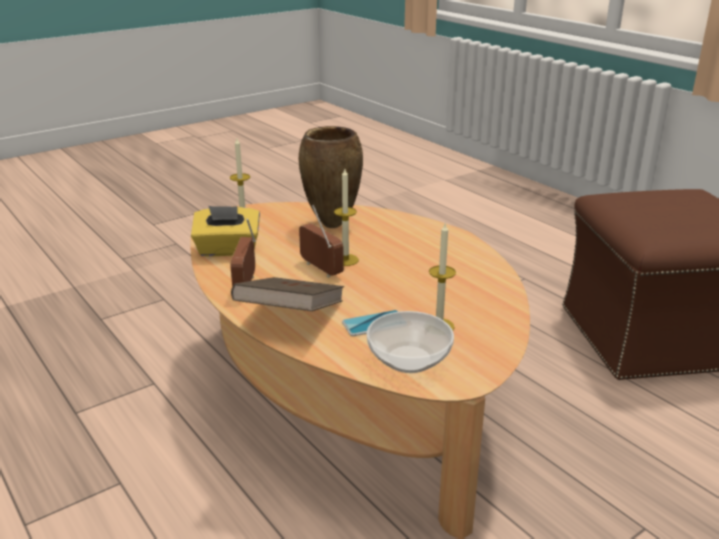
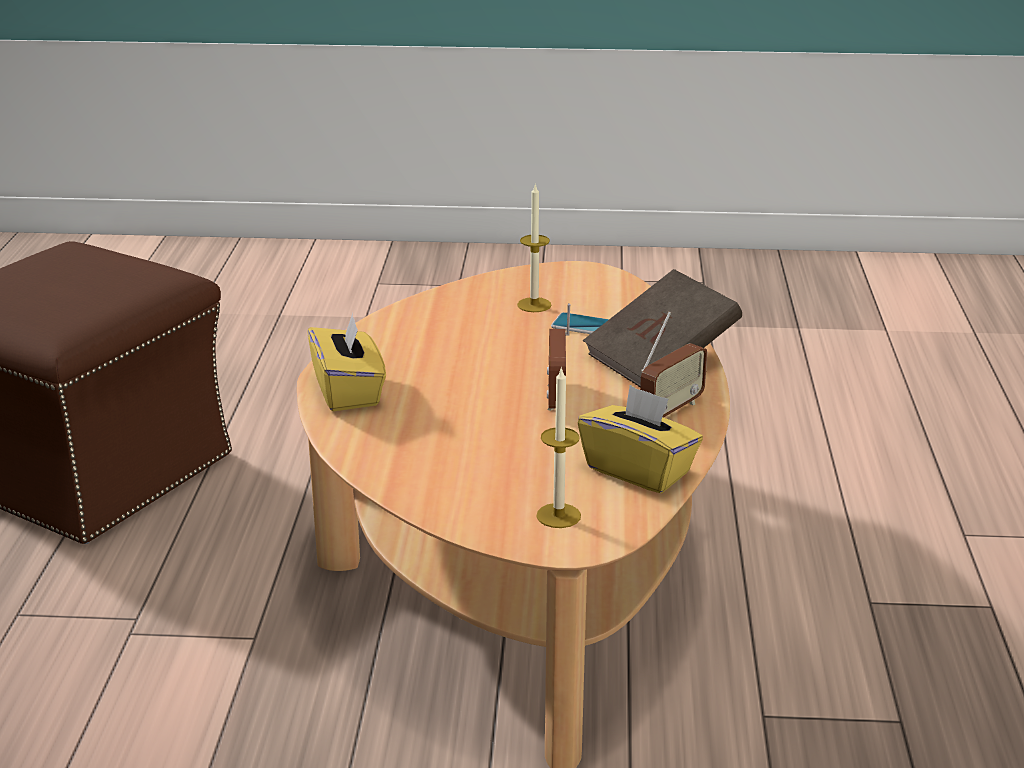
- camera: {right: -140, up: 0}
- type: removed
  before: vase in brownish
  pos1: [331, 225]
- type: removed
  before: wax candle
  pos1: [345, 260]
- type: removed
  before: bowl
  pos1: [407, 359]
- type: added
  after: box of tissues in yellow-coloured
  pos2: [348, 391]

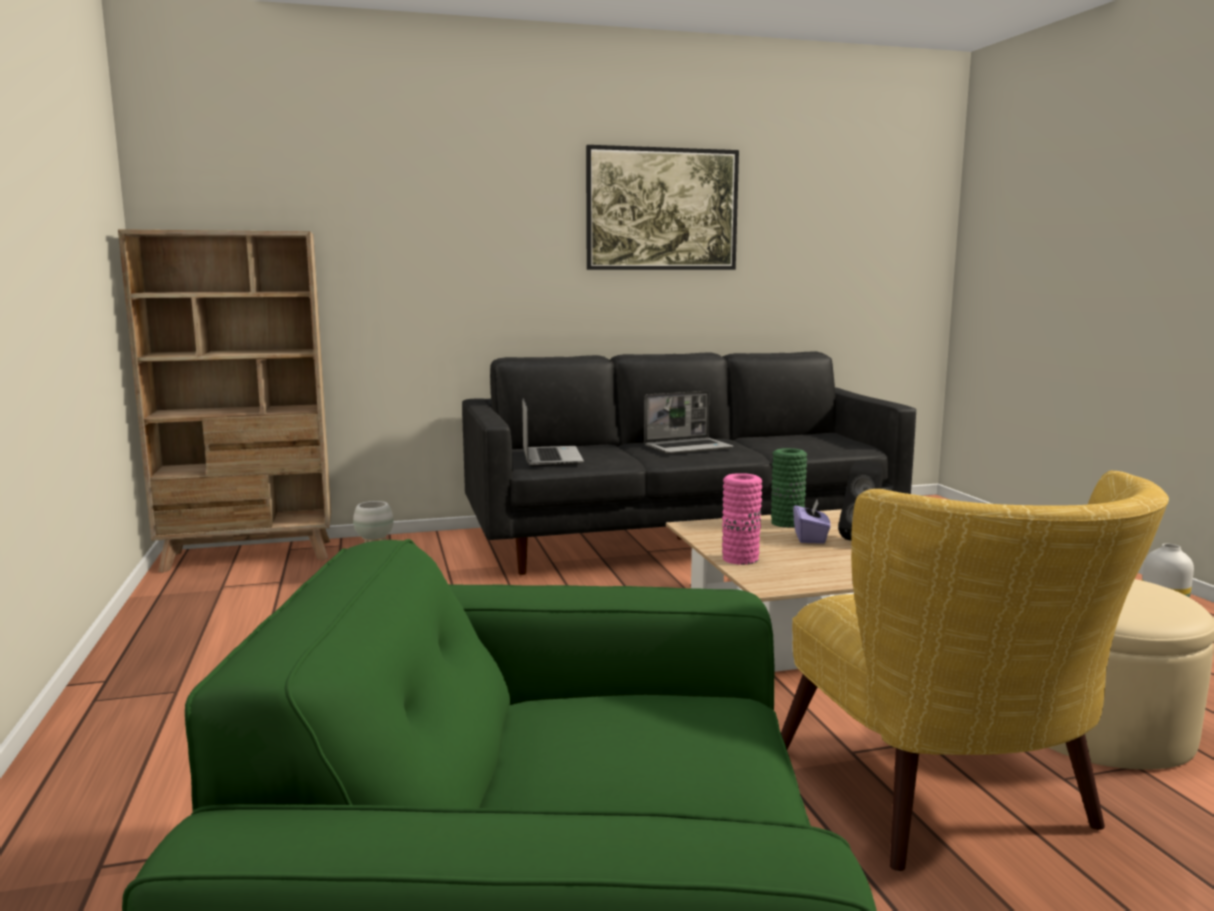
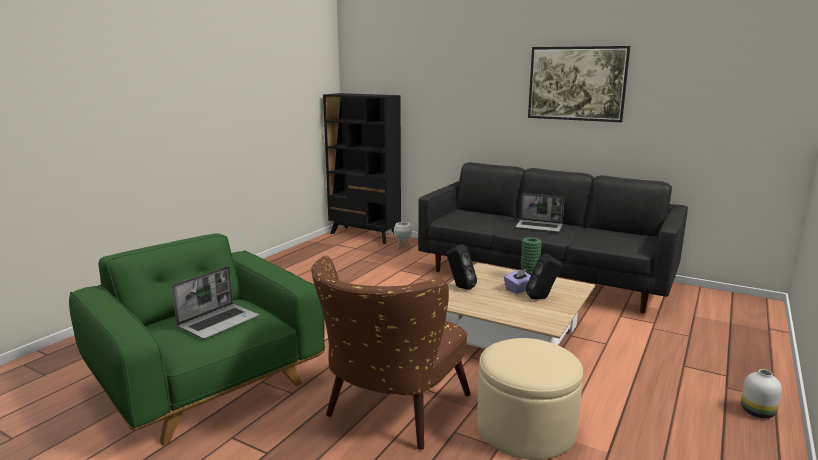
- camera: {right: 45, up: 5}
- type: moved
  before: laptop
  pos1: [550, 458]
  pos2: [219, 322]
- type: replaced
  before: vase in pinkish
  after: audio speaker in black
  pos1: [740, 559]
  pos2: [460, 287]
- type: recoloured
  before: shelving unit in sand-coloured
  after: shelving unit in black
  pos1: [249, 556]
  pos2: [364, 235]
- type: recoloured
  before: armchair in yellow-coloured
  after: armchair in brownish
  pos1: [949, 806]
  pos2: [390, 413]

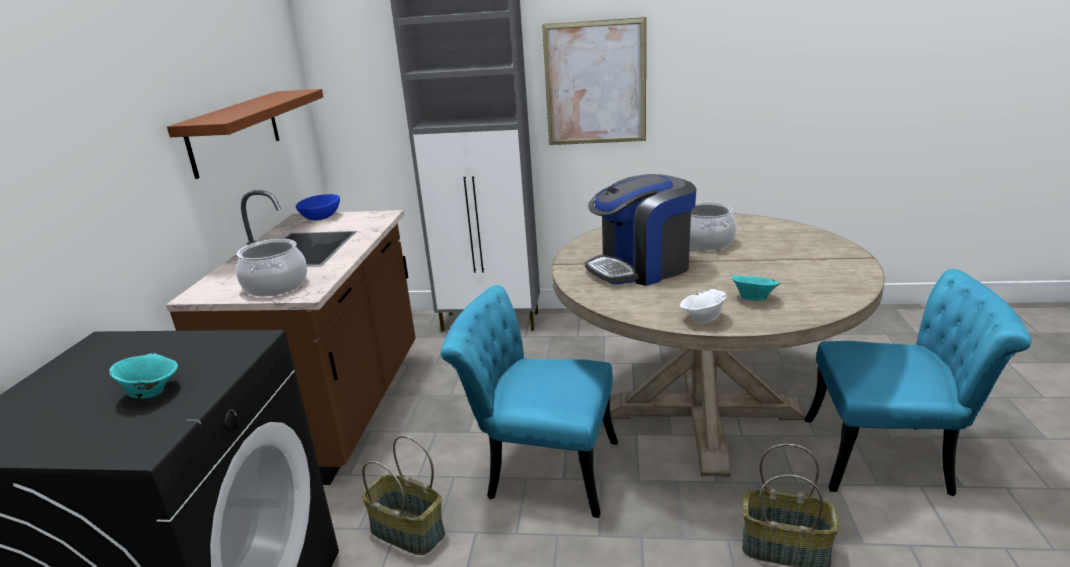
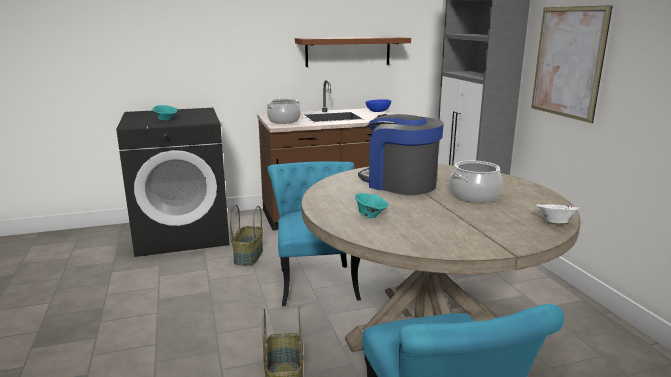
- camera: {right: 65, up: -5}
- type: moved
  before: bowl in whitish
  pos1: [702, 319]
  pos2: [554, 223]

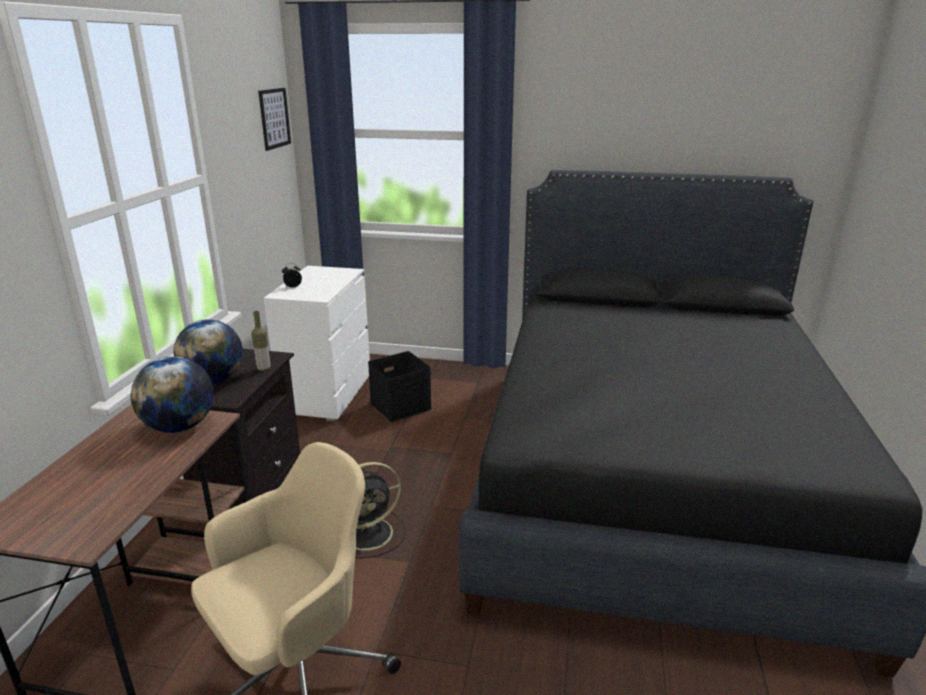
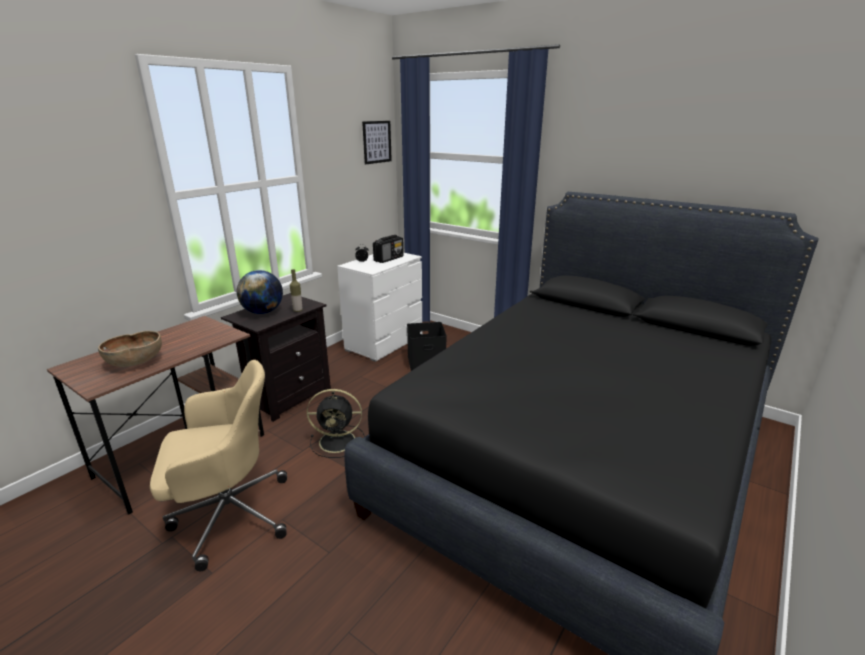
- camera: {right: 25, up: 0}
- type: removed
  before: desk globe
  pos1: [180, 427]
- type: added
  after: bowl in brownish
  pos2: [136, 363]
- type: added
  after: radio
  pos2: [389, 259]

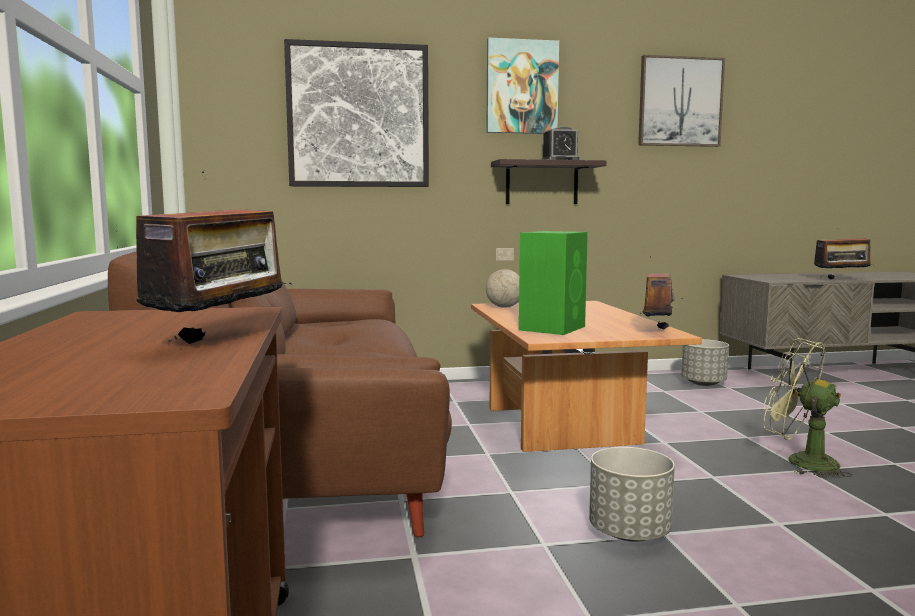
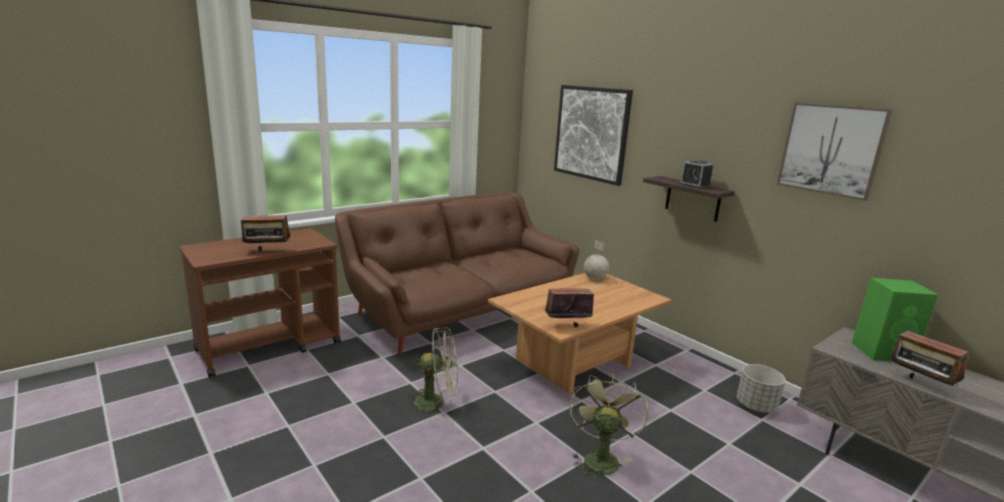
- camera: {right: 60, up: 10}
- type: removed
  before: wall picture
  pos1: [521, 87]
- type: moved
  before: audio speaker in green
  pos1: [553, 328]
  pos2: [883, 352]
- type: replaced
  before: flower pot in greyish
  after: electric fan in green
  pos1: [628, 533]
  pos2: [436, 402]

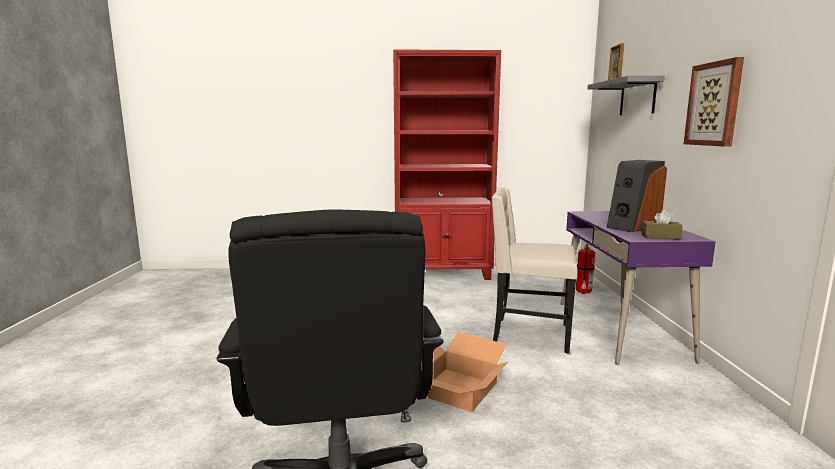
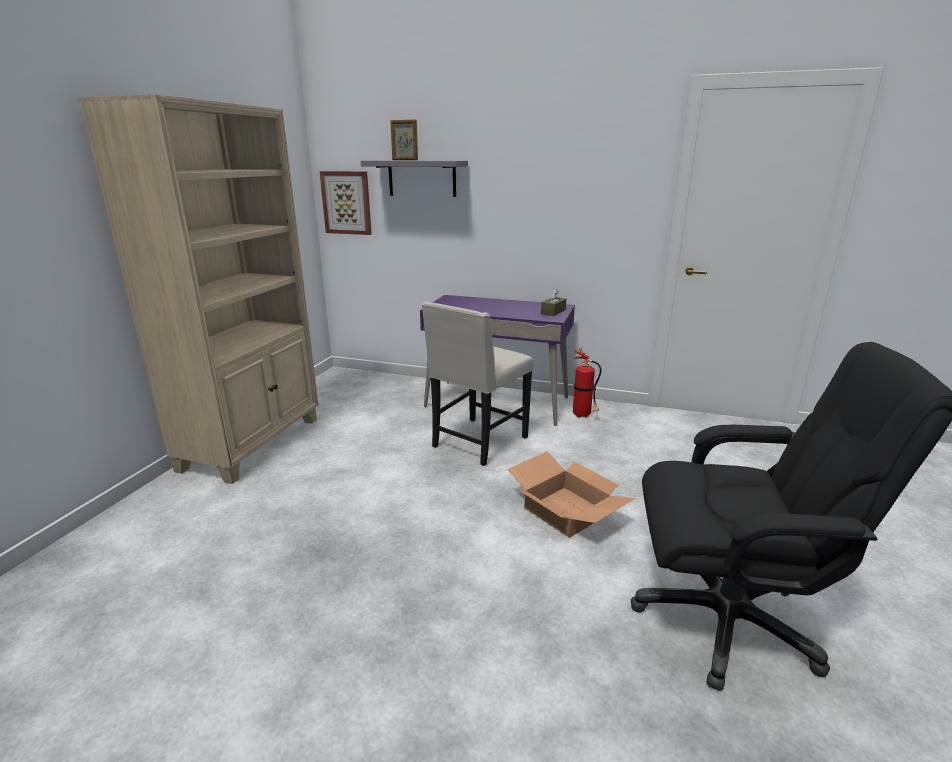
- camera: {right: -70, up: 10}
- type: removed
  before: audio speaker
  pos1: [632, 226]
- type: moved
  before: fire-fighting cylinder
  pos1: [583, 293]
  pos2: [583, 416]
- type: moved
  before: wall picture
  pos1: [714, 104]
  pos2: [347, 203]
- type: recoloured
  before: shelving unit in red
  after: shelving unit in sand-coloured
  pos1: [443, 274]
  pos2: [253, 443]

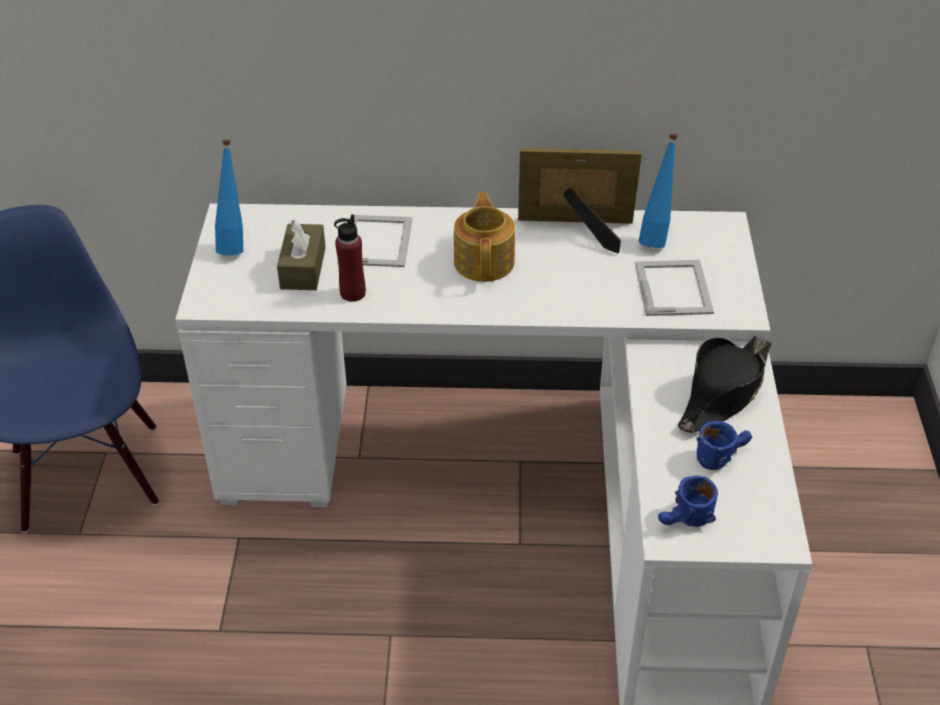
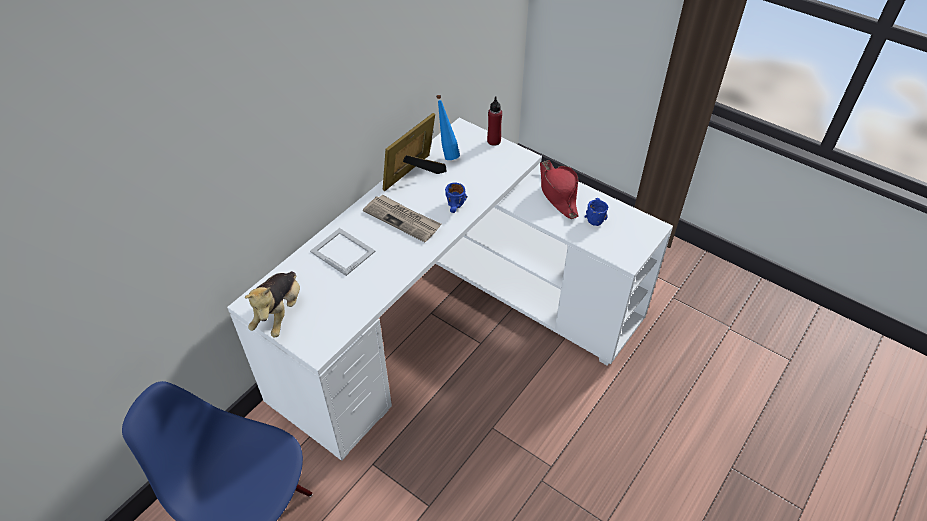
- camera: {right: -55, up: 5}
- type: removed
  before: box of tissues in brownish
  pos1: [303, 268]
- type: removed
  before: standing frame
  pos1: [674, 287]
- type: moved
  before: bottle in red
  pos1: [352, 293]
  pos2: [494, 141]
- type: moved
  before: coffee mug in blue-coloured
  pos1: [685, 522]
  pos2: [455, 207]
- type: replaced
  before: bottle in blue-coloured
  after: plush toy
  pos1: [234, 245]
  pos2: [279, 313]
- type: replaced
  before: pot for tea
  after: printed paper
  pos1: [485, 261]
  pos2: [403, 219]
- type: recoloured
  before: wearable hat in black
  after: wearable hat in red
  pos1: [723, 392]
  pos2: [558, 193]

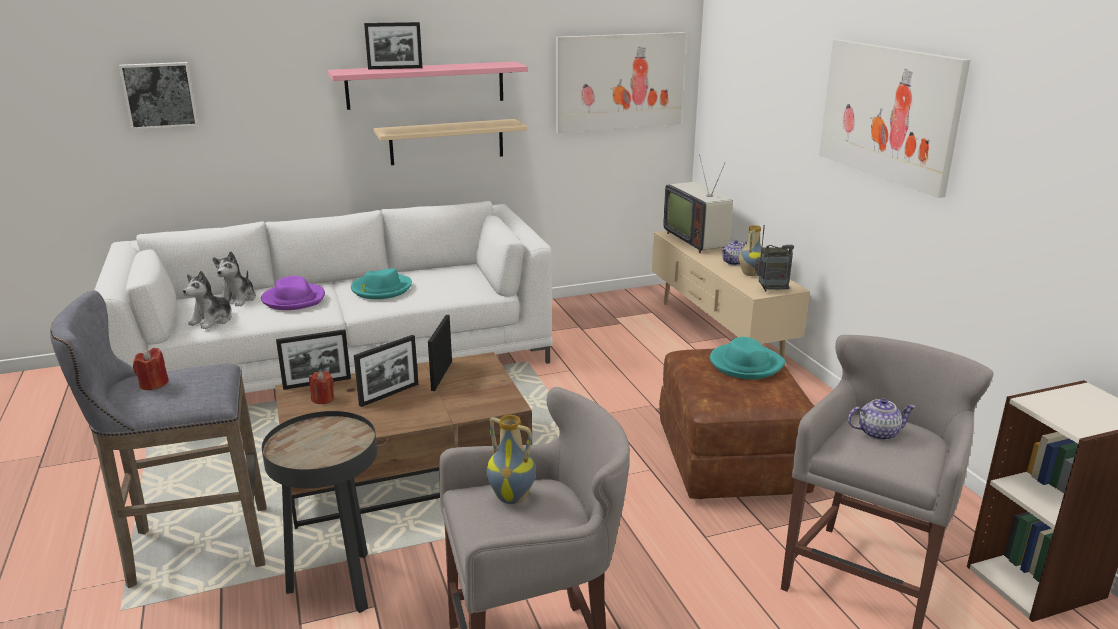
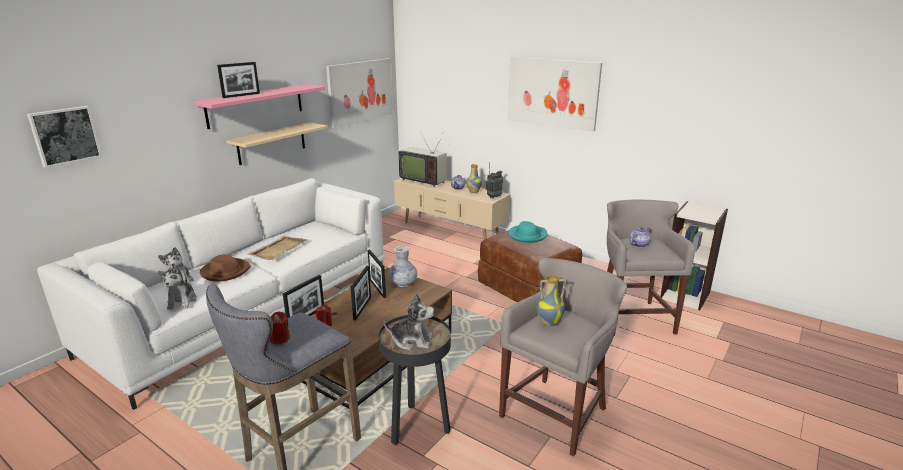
- camera: {right: -35, up: 0}
- type: added
  after: plush toy
  pos2: [412, 340]
- type: added
  after: vase
  pos2: [403, 283]
- type: replaced
  before: wearable hat in turquoise
  after: serving tray in sand-coloured
  pos1: [381, 289]
  pos2: [278, 250]
- type: recoloured
  before: wearable hat in purple
  after: wearable hat in brownish
  pos1: [294, 299]
  pos2: [225, 271]

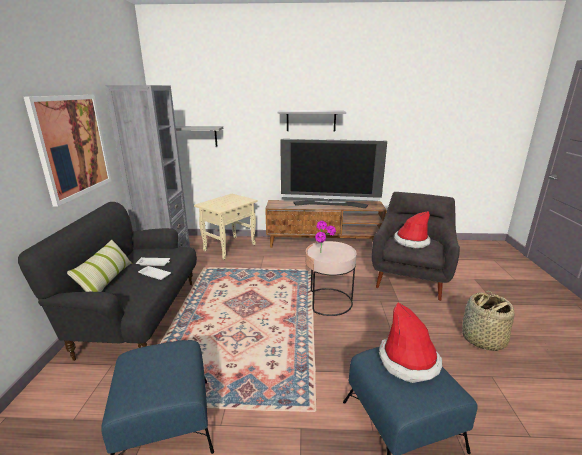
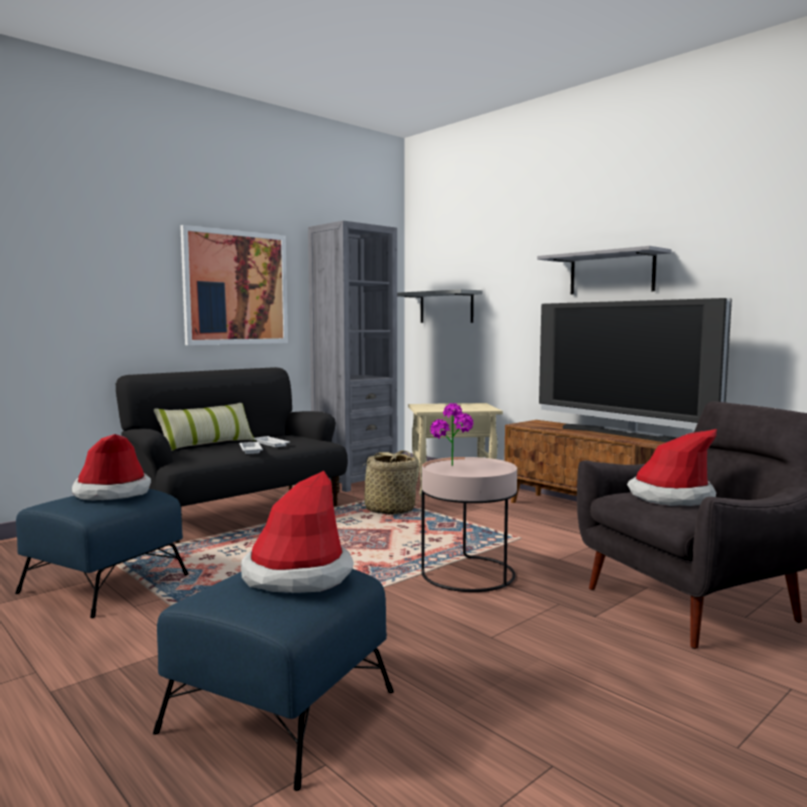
- camera: {right: 45, up: -15}
- type: added
  after: wearable hat
  pos2: [112, 493]
- type: moved
  before: storage basket
  pos1: [482, 339]
  pos2: [389, 510]

